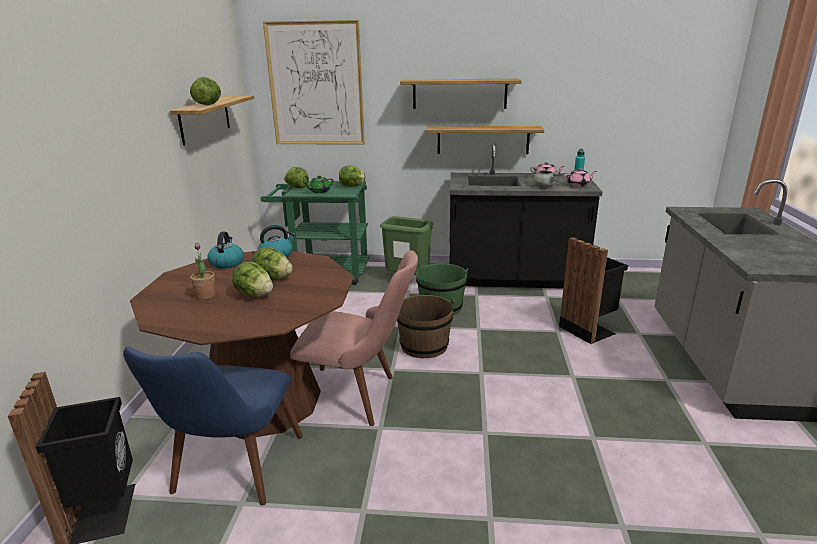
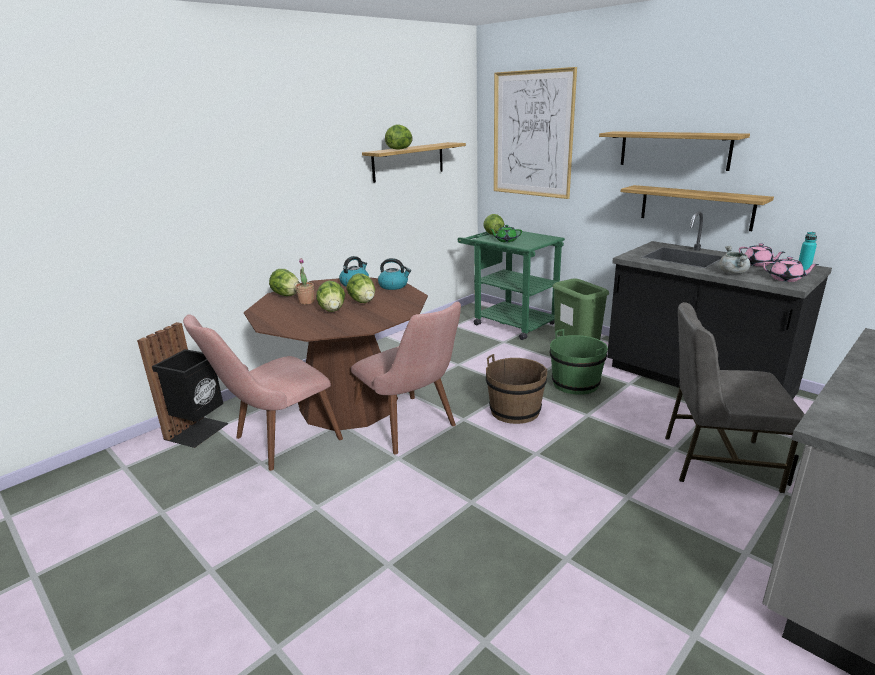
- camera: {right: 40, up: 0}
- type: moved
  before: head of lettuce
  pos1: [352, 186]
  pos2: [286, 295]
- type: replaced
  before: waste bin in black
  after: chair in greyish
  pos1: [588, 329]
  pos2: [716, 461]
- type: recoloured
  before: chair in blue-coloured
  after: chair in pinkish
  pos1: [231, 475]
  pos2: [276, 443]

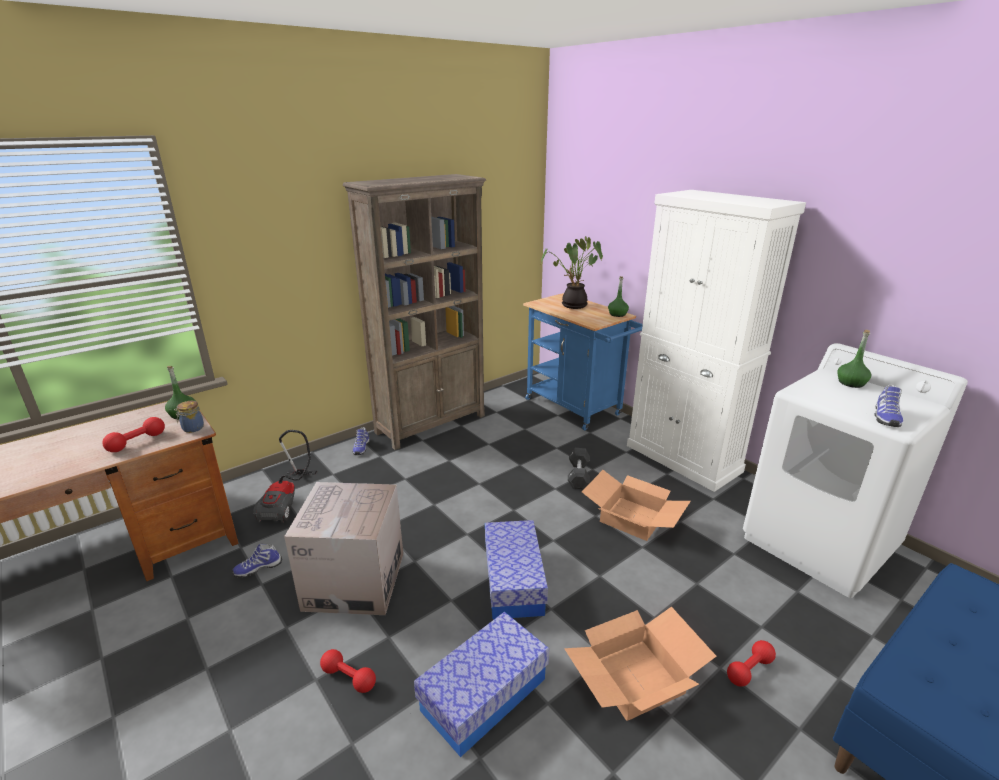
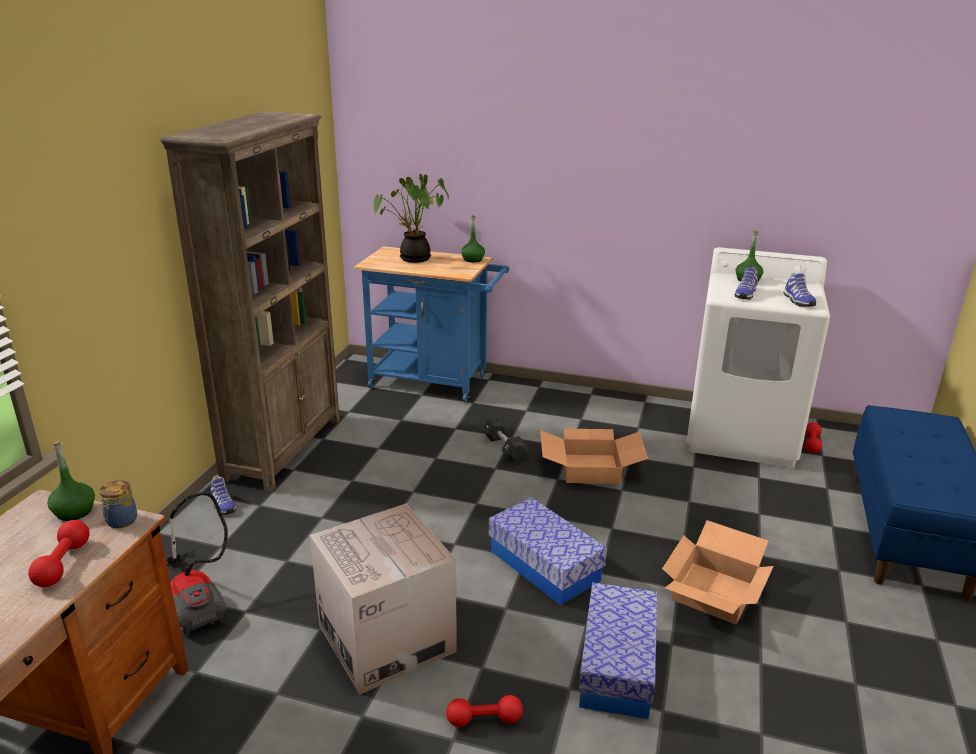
- camera: {right: -35, up: 0}
- type: removed
  before: cabinet in whitish
  pos1: [683, 458]
- type: moved
  before: low shoe
  pos1: [258, 568]
  pos2: [745, 294]
- type: moved
  before: free weight in red
  pos1: [749, 670]
  pos2: [811, 444]

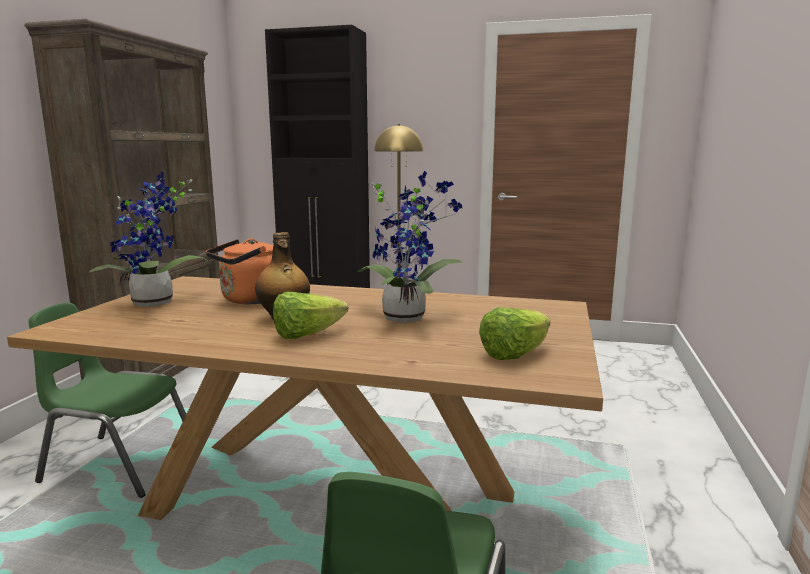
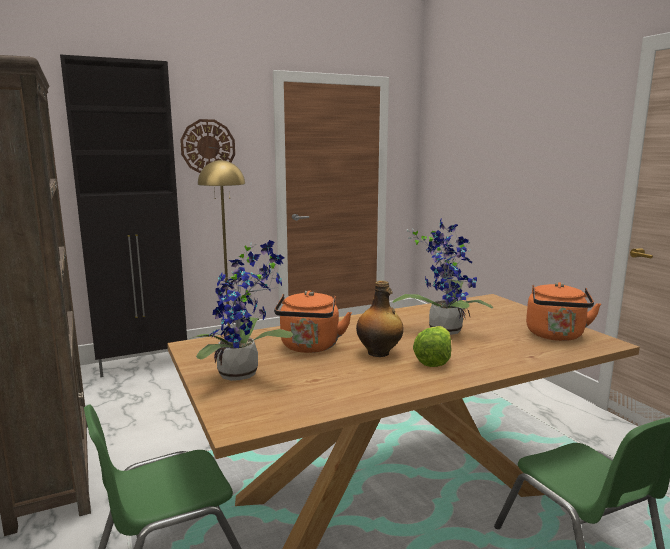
- camera: {right: -40, up: 0}
- type: added
  after: clock on the wall
  pos2: [208, 147]
- type: replaced
  before: head of lettuce
  after: tea kettle in orange
  pos1: [514, 354]
  pos2: [556, 336]

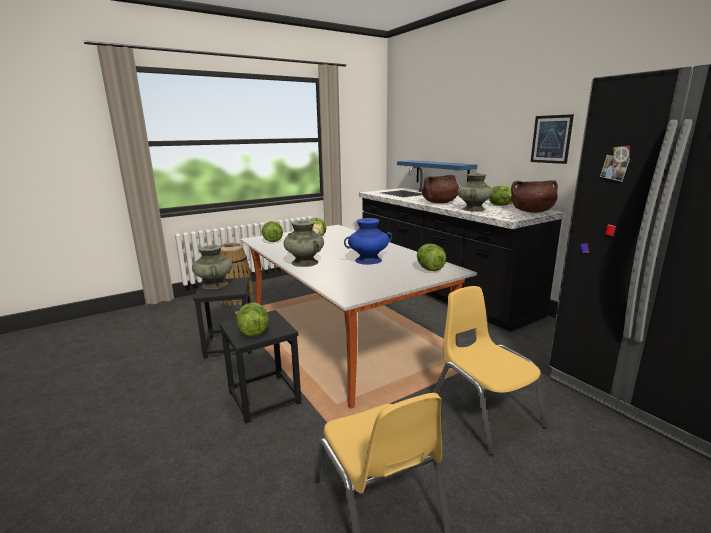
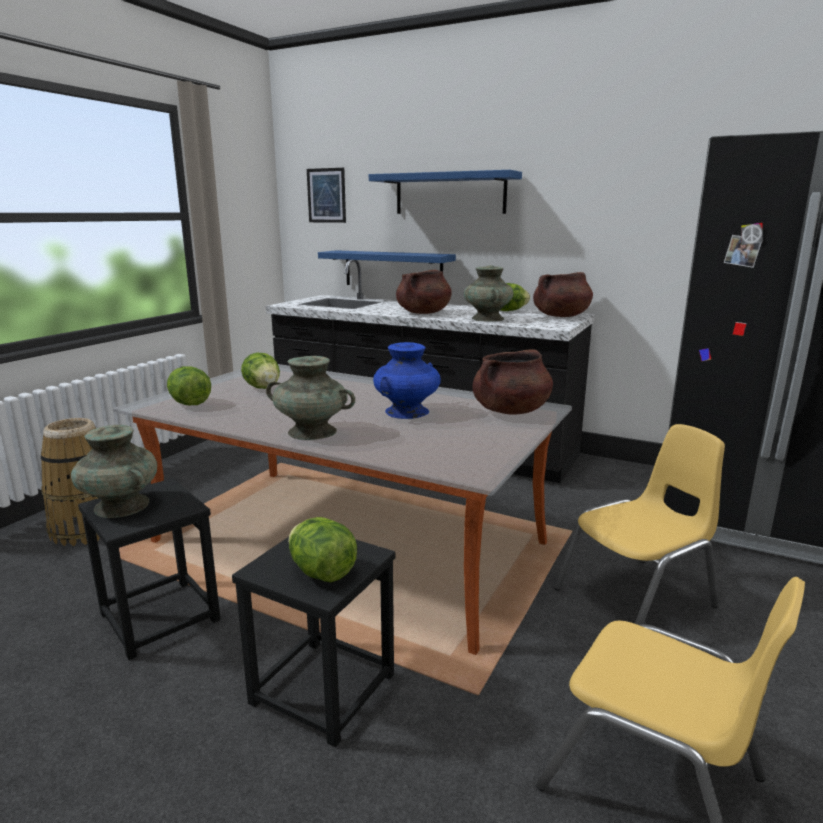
- camera: {right: -30, up: 0}
- type: added
  after: bracket shelf in blue-coloured
  pos2: [450, 194]
- type: moved
  before: wall picture
  pos1: [551, 139]
  pos2: [326, 195]
- type: replaced
  before: head of lettuce
  after: stockpot in brownish
  pos1: [429, 269]
  pos2: [510, 411]
- type: turned
  before: chair in yellow-coloured
  pos1: [484, 413]
  pos2: [636, 599]
  turn: 120

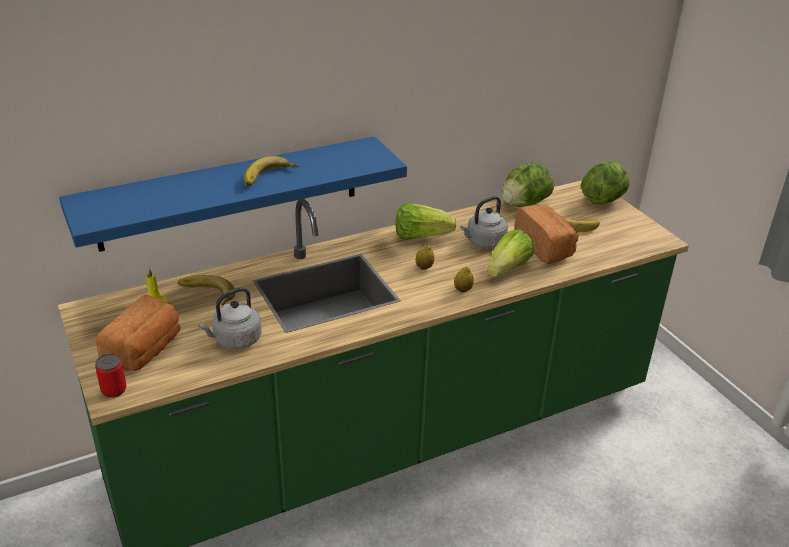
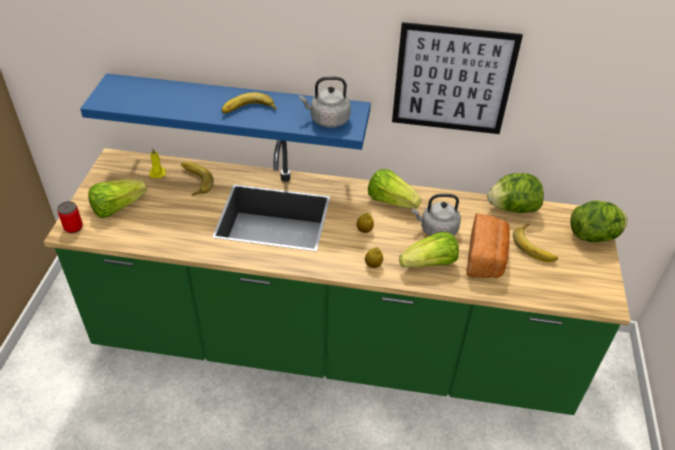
- camera: {right: 35, up: 10}
- type: added
  after: wall picture
  pos2: [453, 80]
- type: moved
  before: tea kettle in greyish
  pos1: [235, 340]
  pos2: [327, 120]
- type: replaced
  before: baked bread
  after: head of lettuce
  pos1: [145, 350]
  pos2: [117, 207]

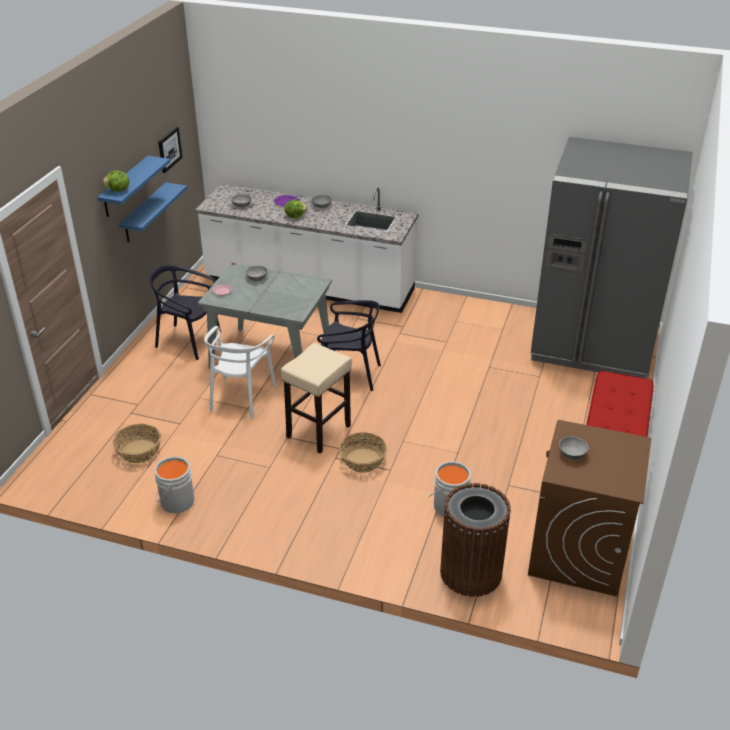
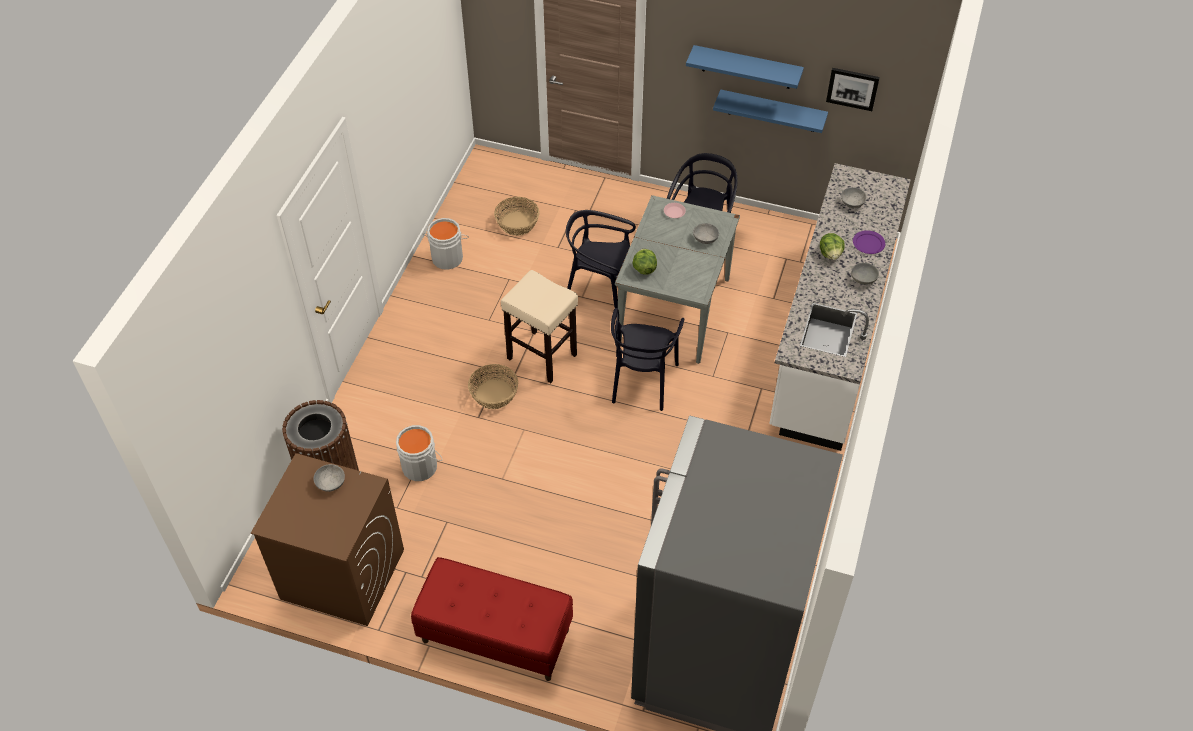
- camera: {right: 90, up: 15}
- type: moved
  before: head of lettuce
  pos1: [118, 190]
  pos2: [644, 269]
- type: recoloured
  before: chair in whitish
  after: chair in black
  pos1: [241, 397]
  pos2: [599, 290]

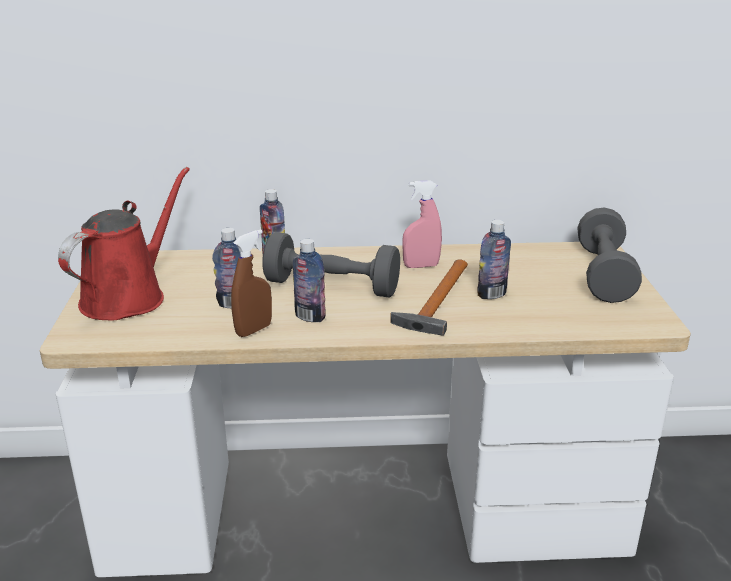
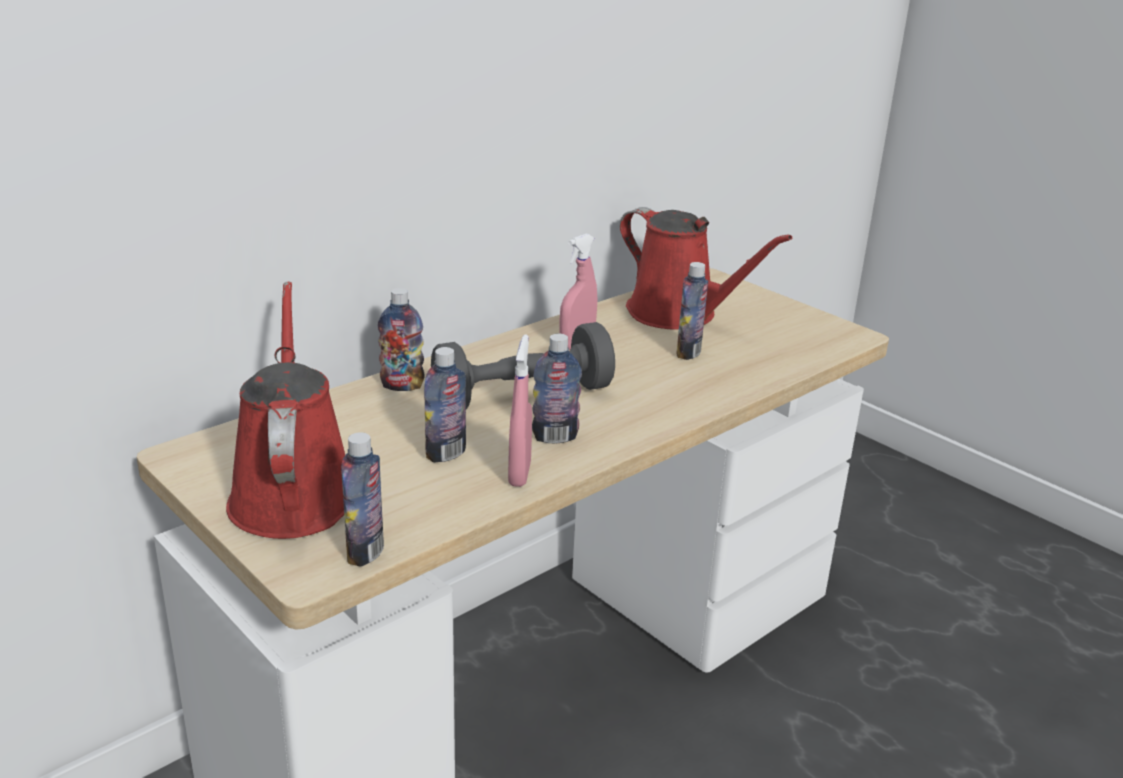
- camera: {right: -40, up: 0}
- type: removed
  before: hand hammer
  pos1: [437, 300]
- type: removed
  before: free weight in greyish
  pos1: [603, 274]
- type: added
  after: bottle
  pos2: [365, 552]
- type: added
  after: watering can in red
  pos2: [678, 314]
- type: recoloured
  before: sprayer in brownish
  after: sprayer in pinkish
  pos1: [254, 330]
  pos2: [519, 474]

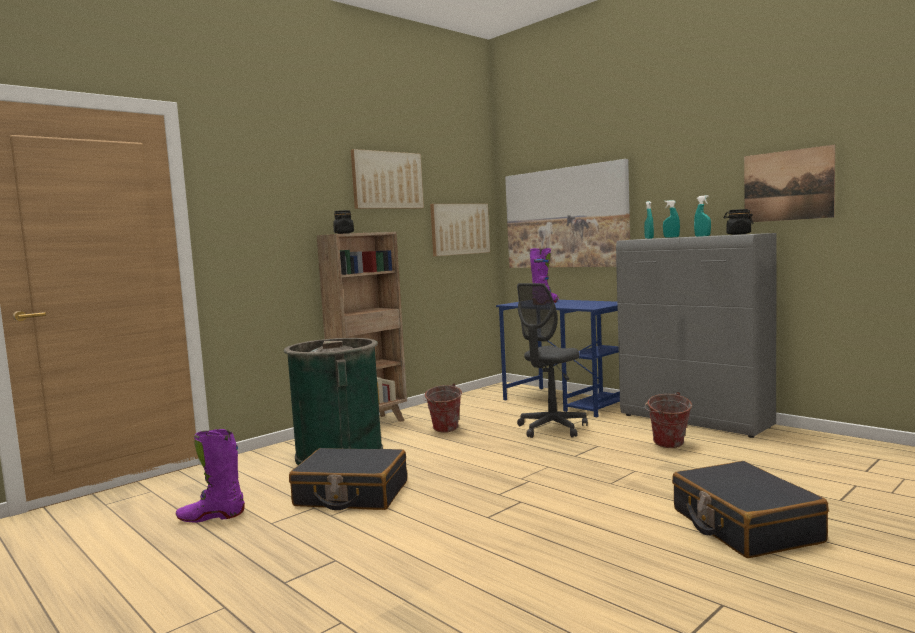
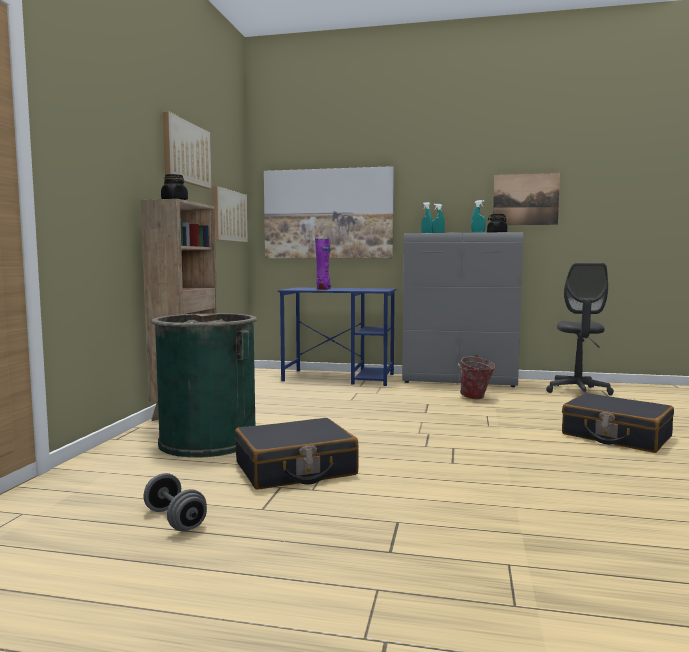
- camera: {right: -35, up: 0}
- type: removed
  before: bucket
  pos1: [444, 431]
- type: moved
  before: office chair in greyish
  pos1: [552, 429]
  pos2: [578, 391]
- type: replaced
  before: boot in purple
  after: free weight in greyish
  pos1: [211, 517]
  pos2: [175, 519]

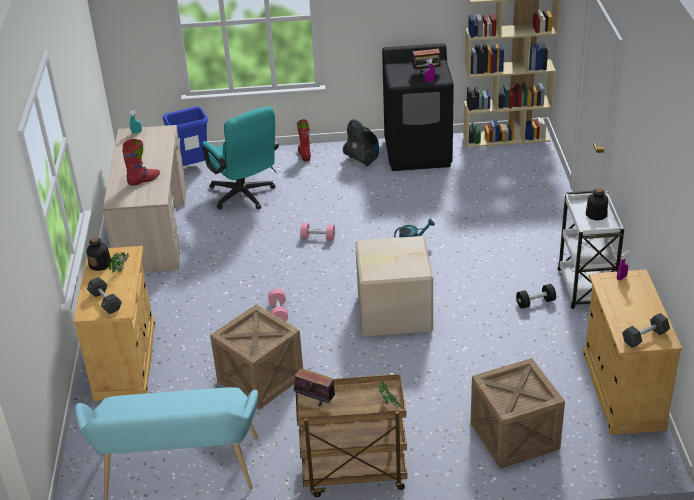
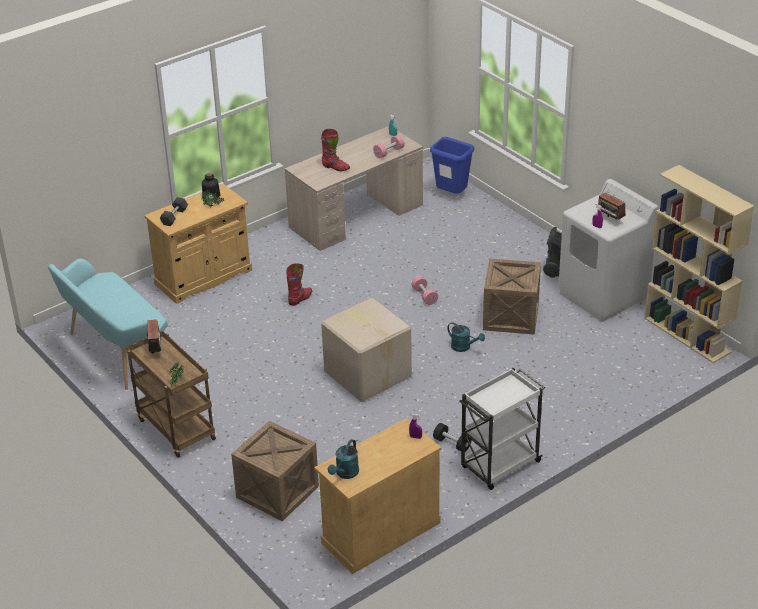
- camera: {right: 55, up: 0}
- type: removed
  before: office chair in turquoise
  pos1: [245, 197]
- type: removed
  before: bottle
  pos1: [596, 214]
- type: moved
  before: shipping crate
  pos1: [260, 378]
  pos2: [511, 316]
- type: moved
  before: free weight in pinkish
  pos1: [278, 312]
  pos2: [388, 152]
- type: moved
  before: boot in red
  pos1: [304, 155]
  pos2: [300, 299]
- type: replaced
  before: free weight in black
  after: watering can in turquoise
  pos1: [645, 337]
  pos2: [345, 474]
- type: recoloured
  before: washing machine in black
  after: washing machine in whitish
  pos1: [418, 153]
  pos2: [603, 295]

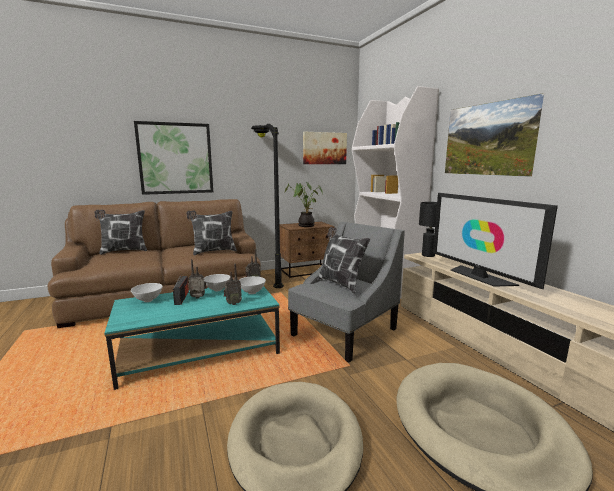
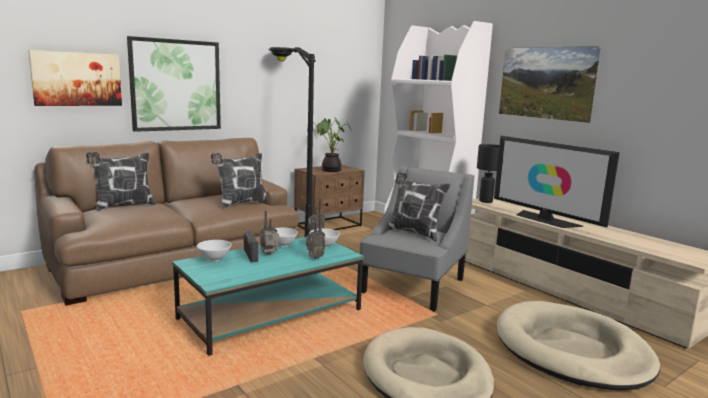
- camera: {right: -15, up: 0}
- type: moved
  before: wall picture
  pos1: [324, 148]
  pos2: [77, 79]

